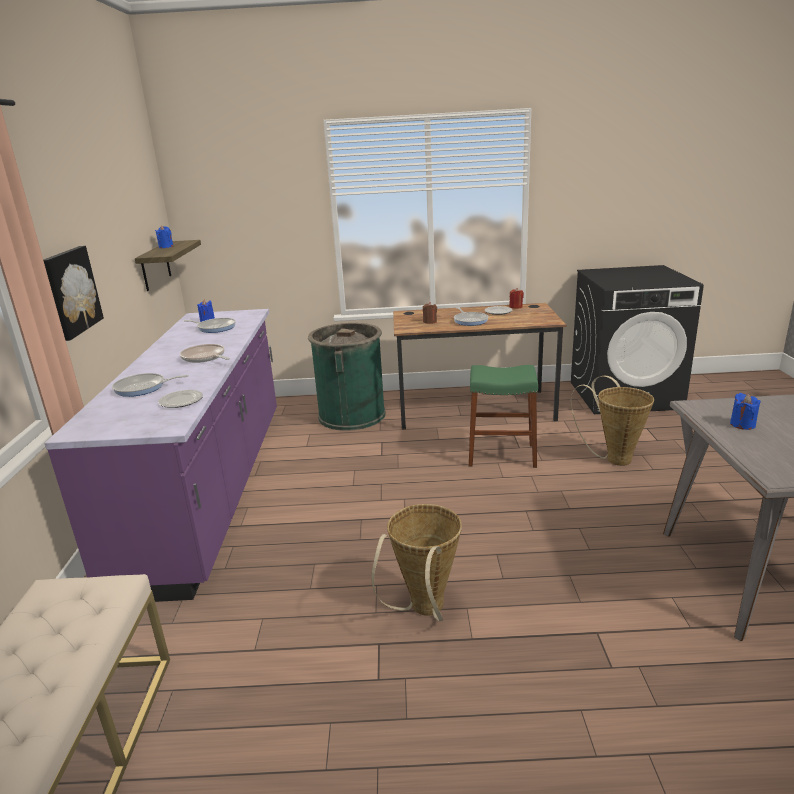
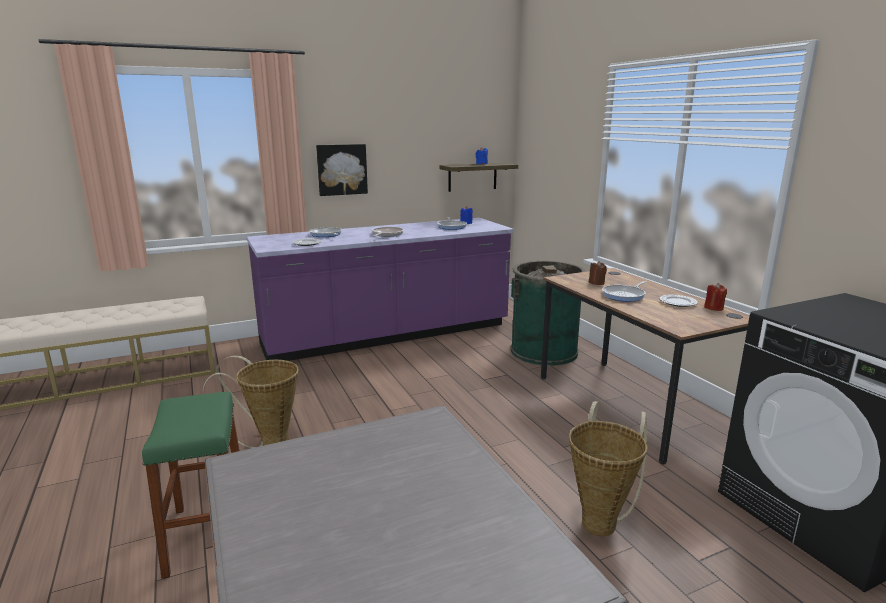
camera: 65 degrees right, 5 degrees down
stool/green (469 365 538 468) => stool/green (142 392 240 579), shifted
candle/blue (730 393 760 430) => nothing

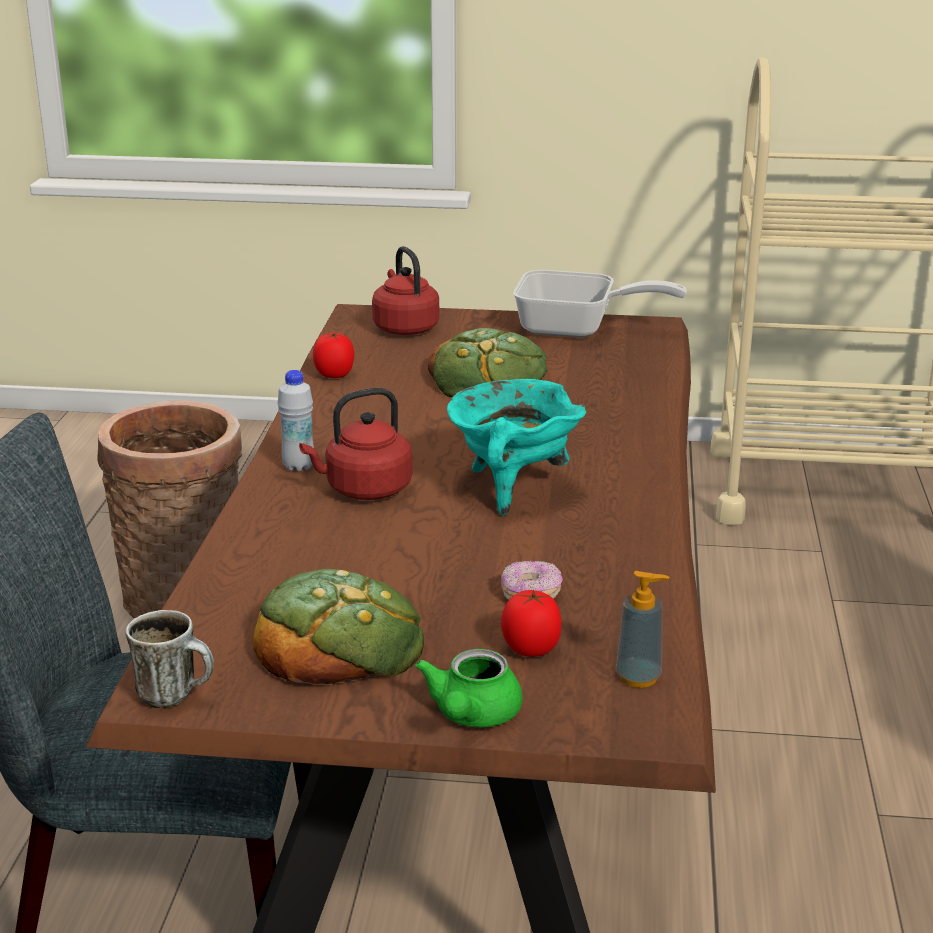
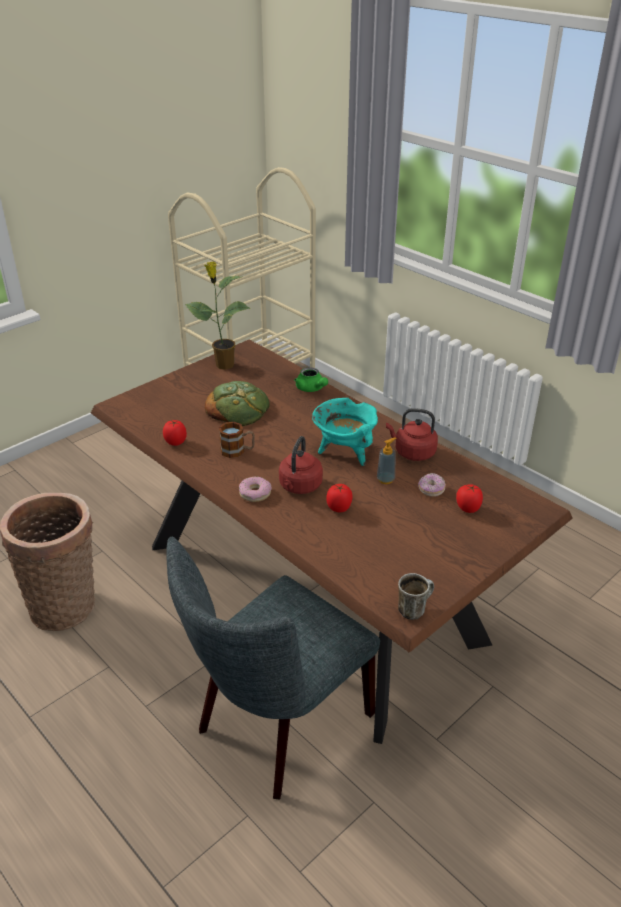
camera: 50 degrees left, 10 degrees up
frying pan (513 270 687 338) => potted plant (185 261 250 370)
nothing => mug (219 421 255 458)
bottle/white (277 370 314 472) => donut (239 476 272 502)
teapot/green (415 649 523 727) => teapot/green (294 367 328 392), shifted
nothing => tomato (326 484 353 513)
soap dispenser (616 571 669 688) => soap dispenser (377 437 396 484), shifted
kettle/red (372 246 439 335) => kettle/red (386 408 438 461), shifted
bread (253 569 424 685) => nothing

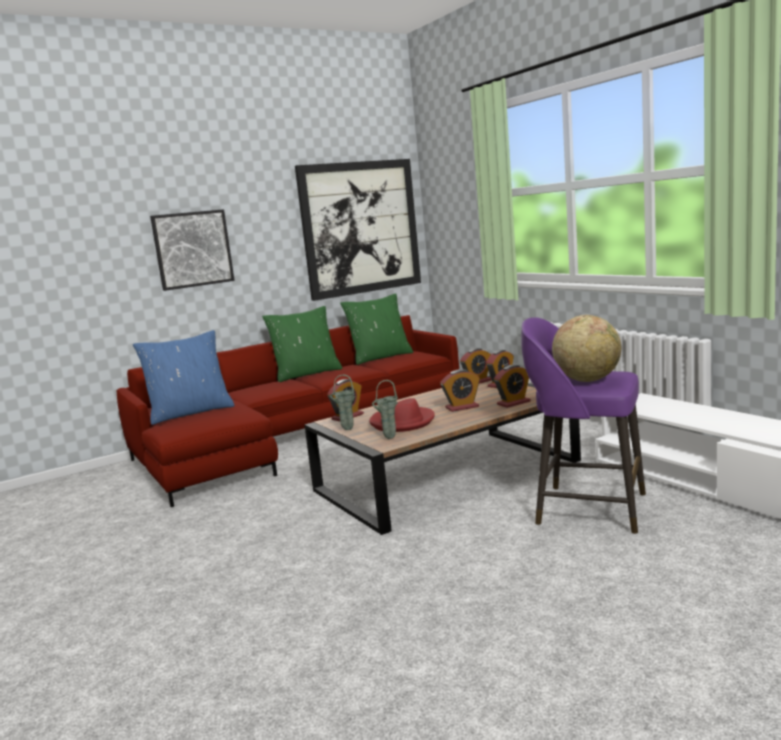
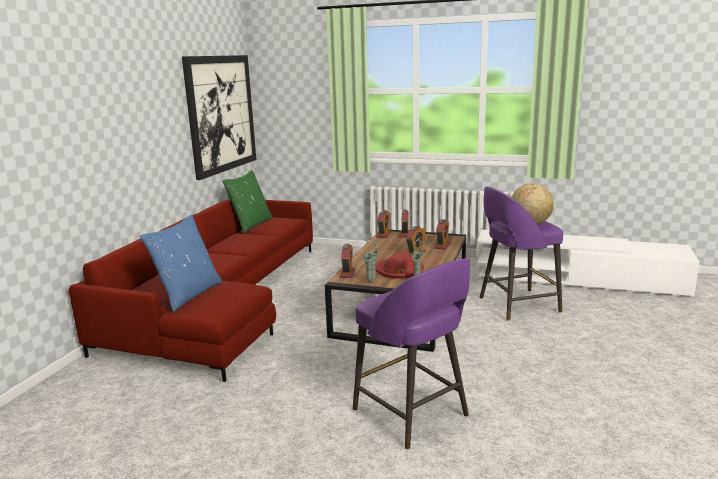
camera: 40 degrees left, 5 degrees up
nothing => stool/purple (353 258 470 449)
picture (150 209 235 291) => nothing
pillow/green (262 306 343 382) => nothing

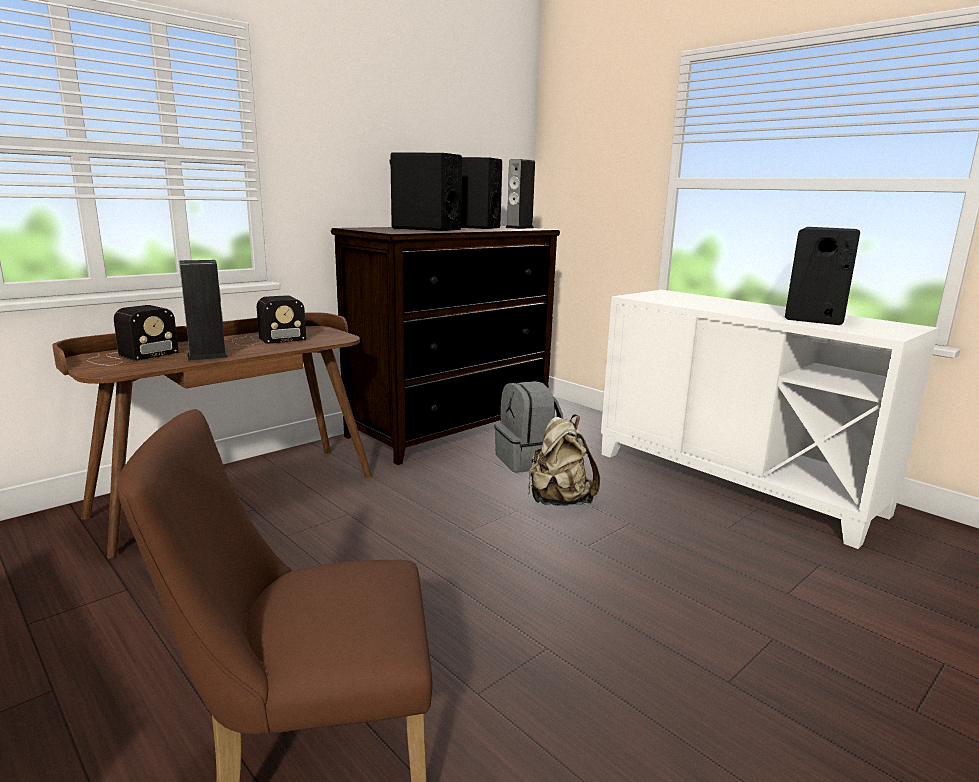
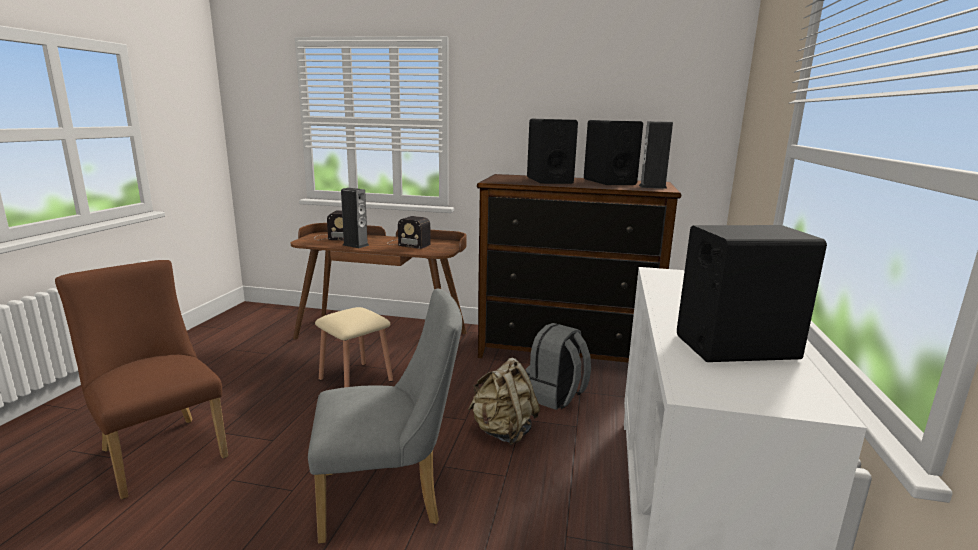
camera: 55 degrees right, 0 degrees up
nothing => chair/grey (308 288 462 544)
nothing => stool/beige (315 307 393 388)

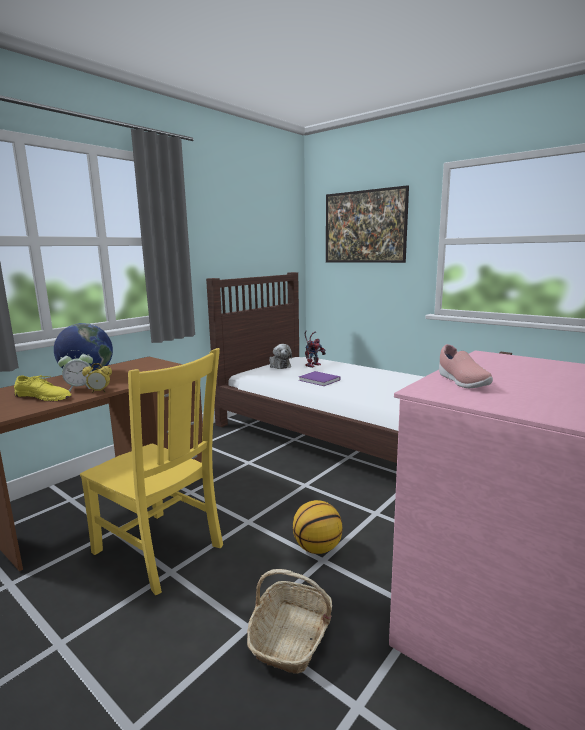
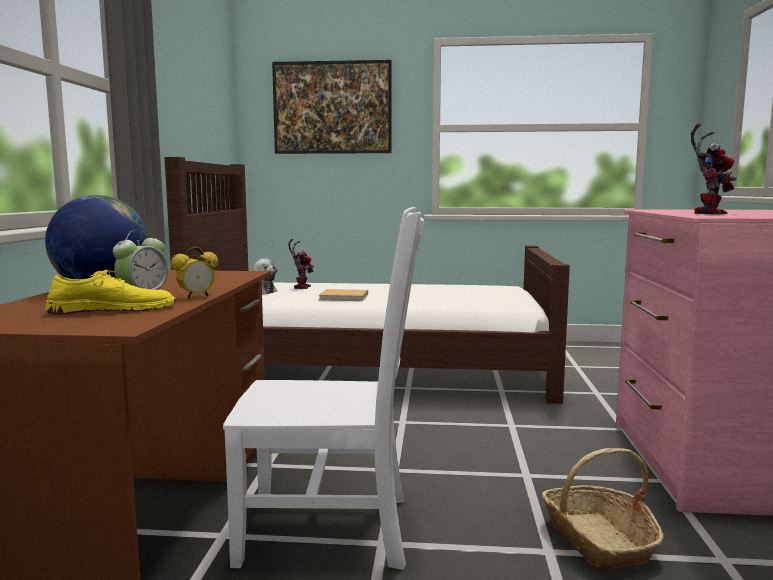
camera: 35 degrees left, 5 degrees down
chair/yellow (80 348 223 595) => chair/white (223 207 424 570)
book/purple (299 371 340 386) => book/beige (319 289 368 301)
shoe/pink (439 344 493 388) => toy robot (691 123 737 215)
basketball (293 500 342 554) => nothing

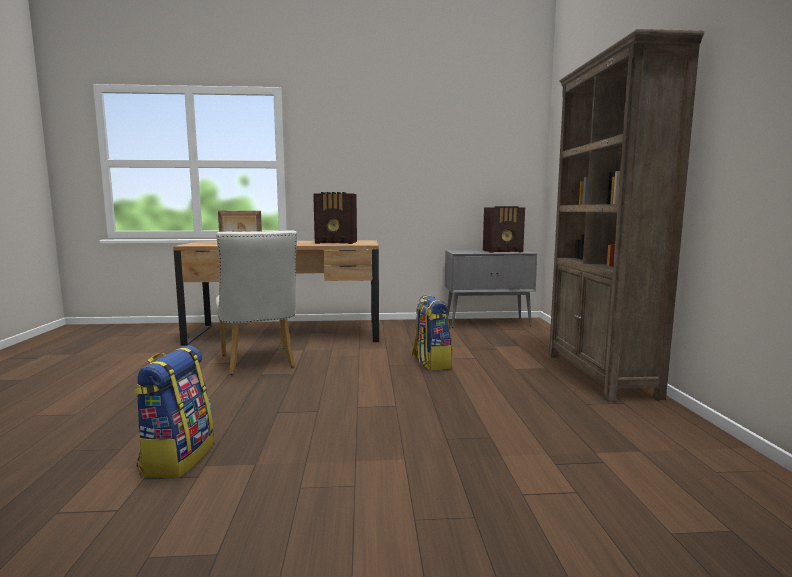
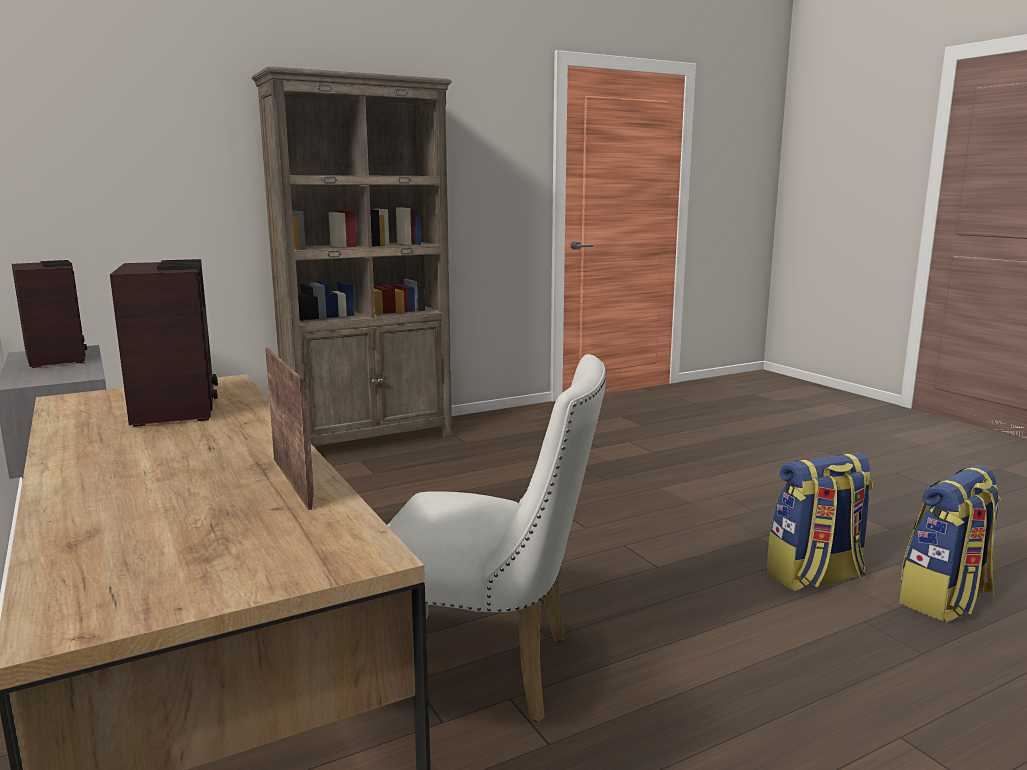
camera: 115 degrees left, 5 degrees up
chair/white (216 231 297 375) => chair/white (387 354 606 722), 60 degrees clockwise
backpack (412 295 452 371) => backpack (899 465 1001 622), shifted

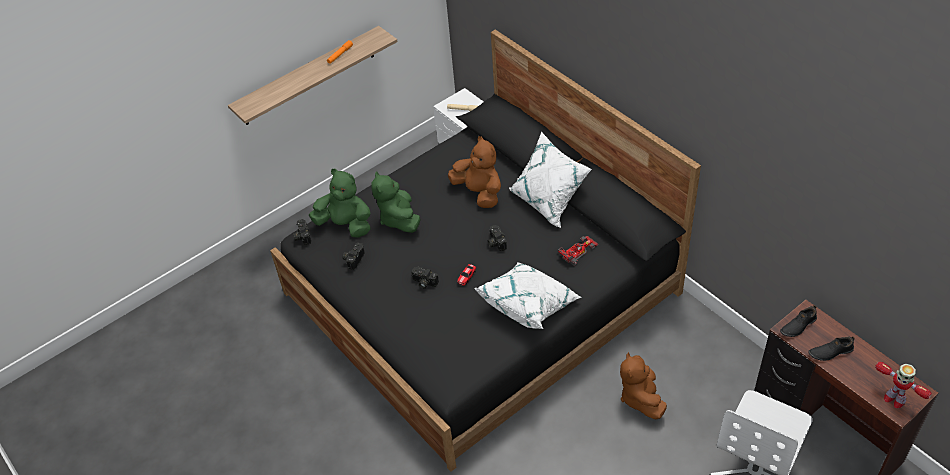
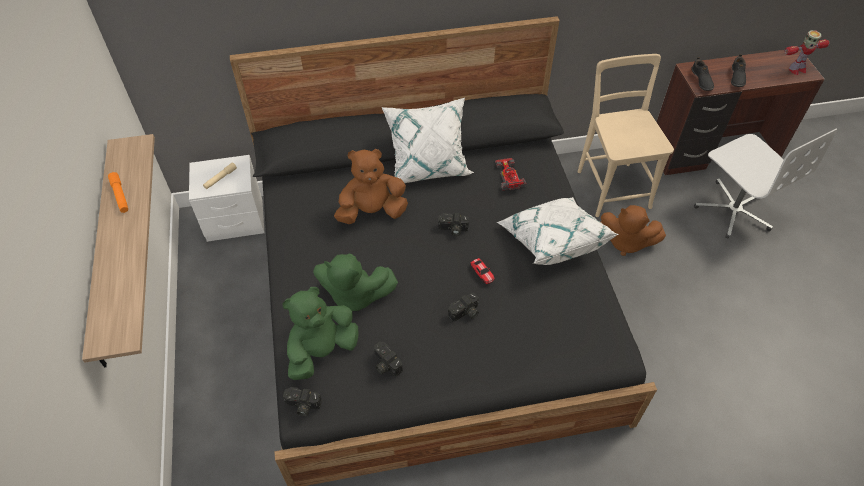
camera: 65 degrees left, 5 degrees up
nothing => chair/beige (578 54 674 217)

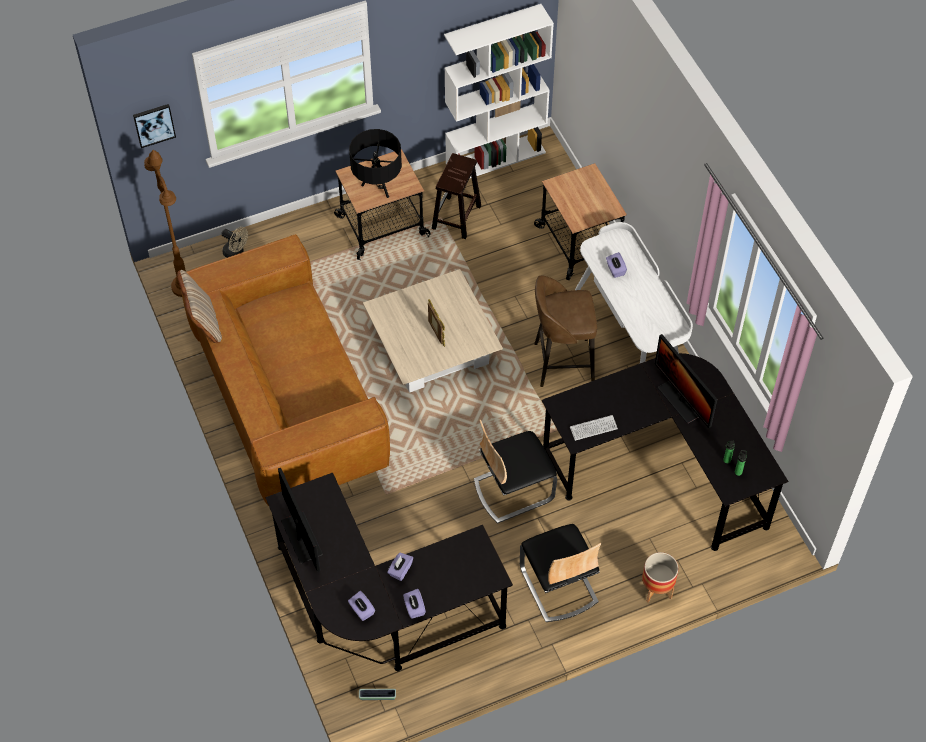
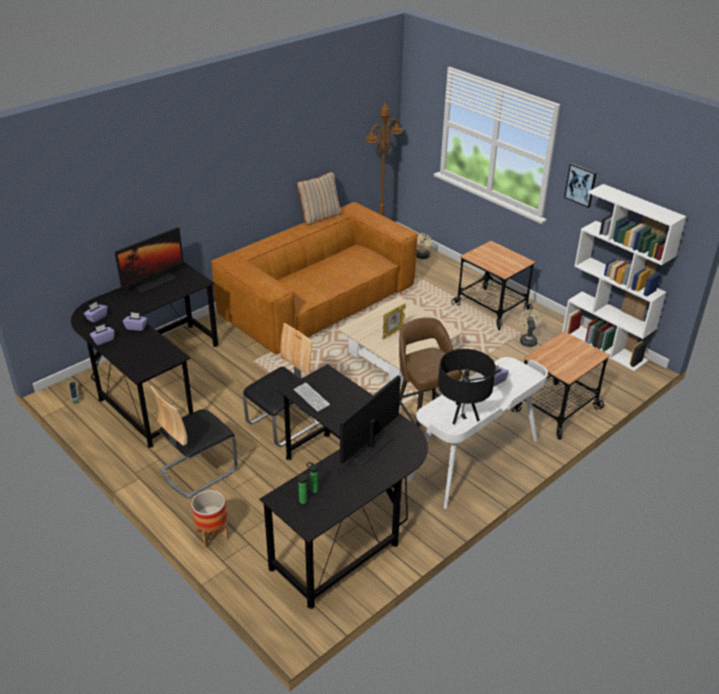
camera: 70 degrees right, 20 degrees down
chair (474 420 557 524) => chair (243 323 319 447), 90 degrees clockwise
table lamp/black (349 129 402 198) => table lamp/black (438 349 496 424), shifted
stool/brown (432 153 481 239) => fan/beige (519 309 542 347)
picture (133 104 176 148) => picture (564 163 596 208), shifted

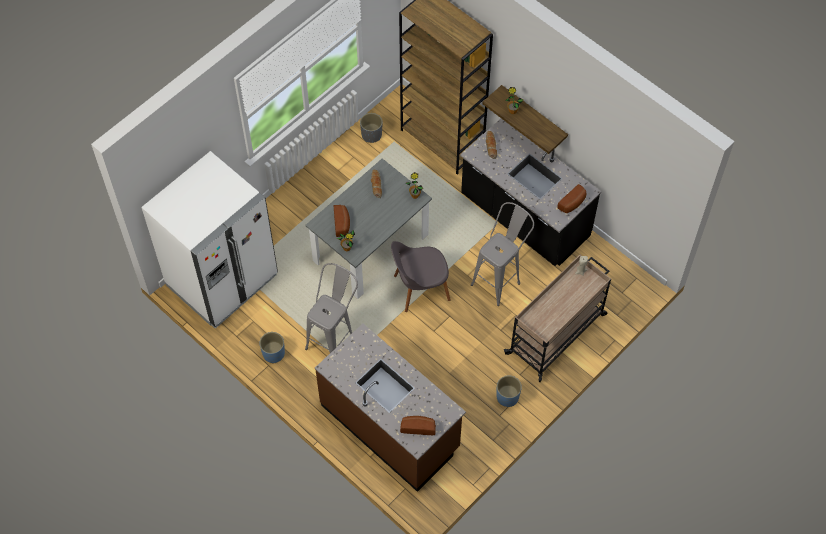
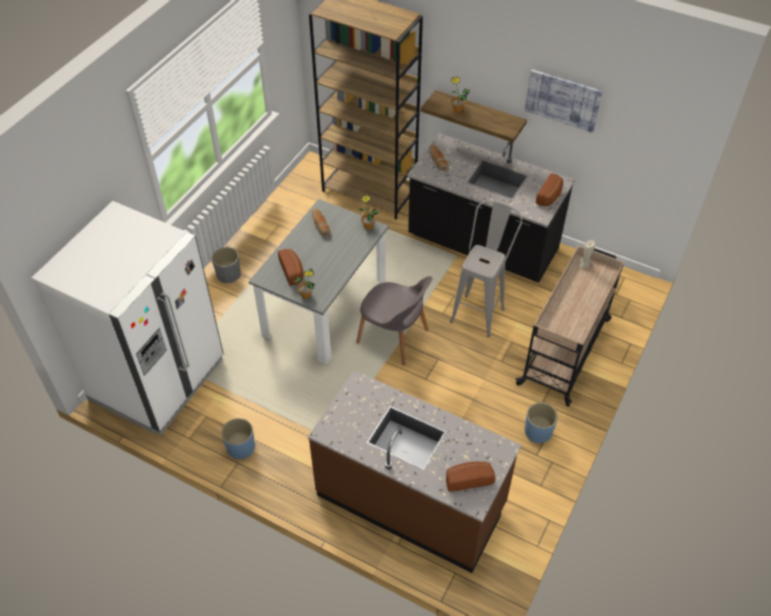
camera: 15 degrees left, 10 degrees down
planter/grey (360 113 382 143) => planter/grey (212 247 241 284), shifted
chair/grey (391 241 451 312) => chair/grey (356 276 432 365), 120 degrees counterclockwise
nothing => picture (525 69 603 133)
stool/grey (305 263 358 353) => nothing

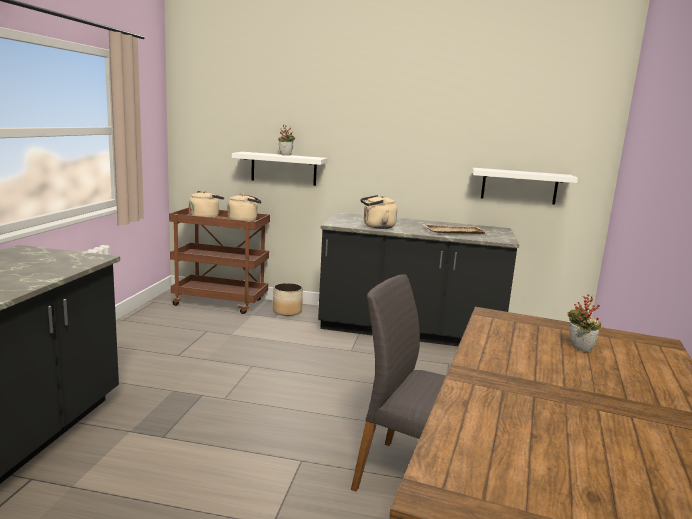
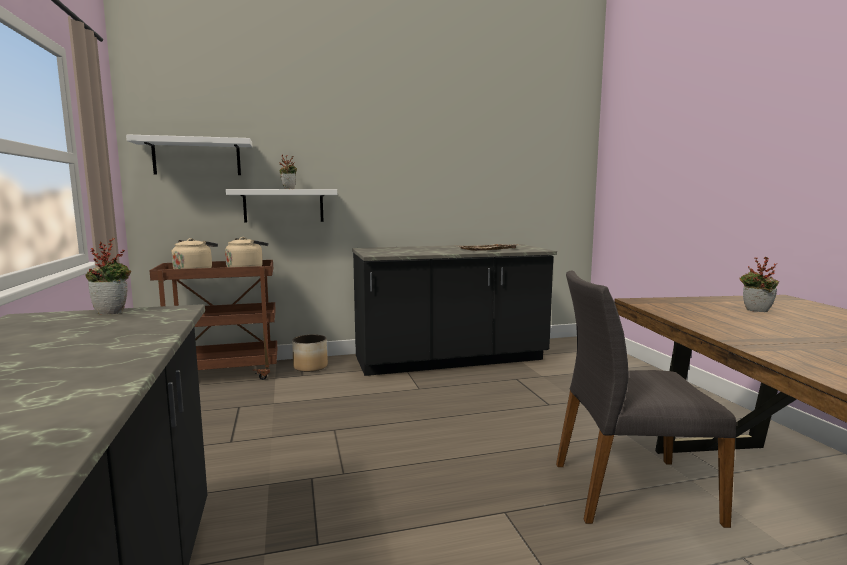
camera: 25 degrees left, 5 degrees down
nothing => potted plant (86 238 131 314)
shelf/white (472 168 578 204) => shelf/white (126 134 252 175), shifted
kettle/beige (360 195 397 229) => nothing

